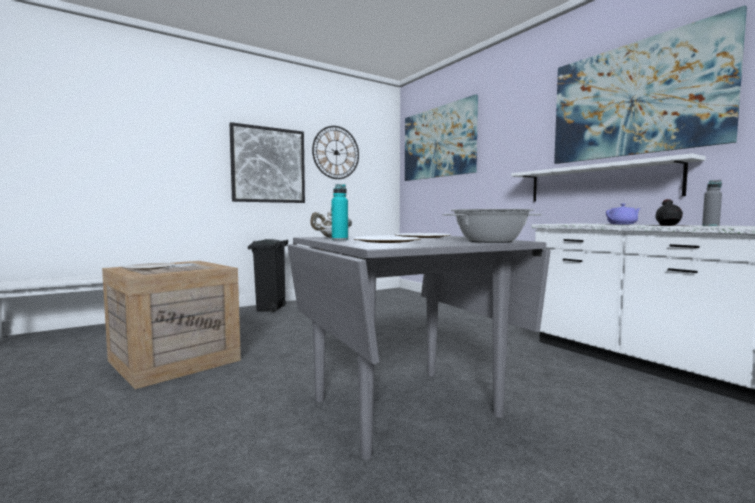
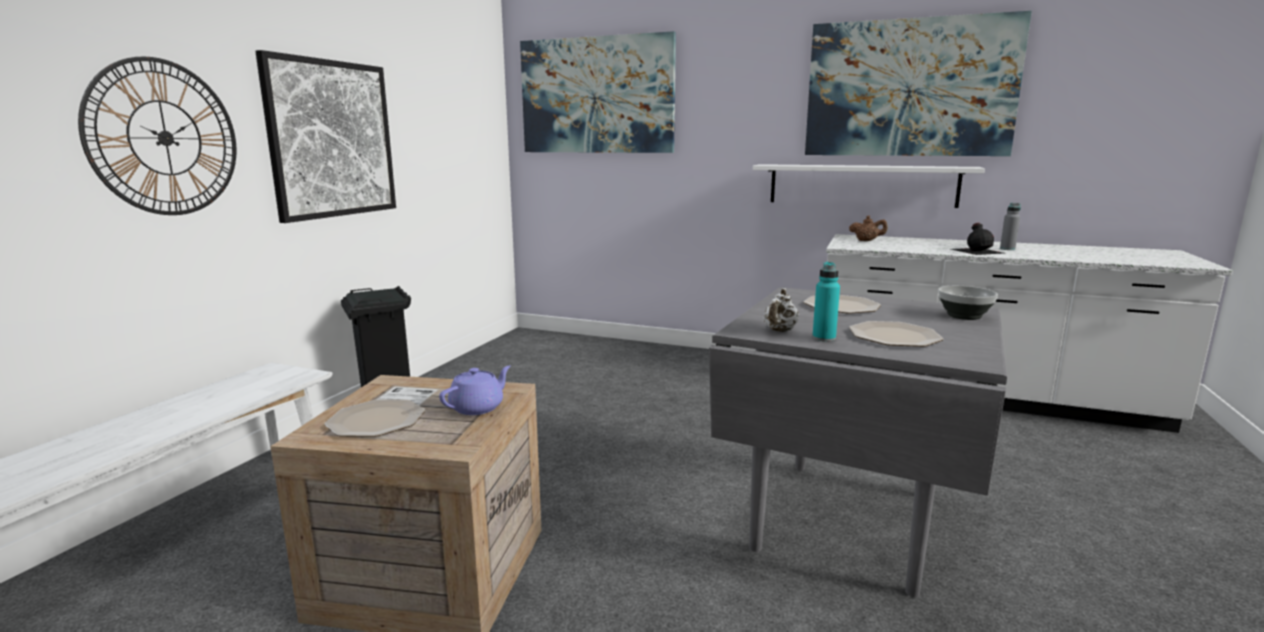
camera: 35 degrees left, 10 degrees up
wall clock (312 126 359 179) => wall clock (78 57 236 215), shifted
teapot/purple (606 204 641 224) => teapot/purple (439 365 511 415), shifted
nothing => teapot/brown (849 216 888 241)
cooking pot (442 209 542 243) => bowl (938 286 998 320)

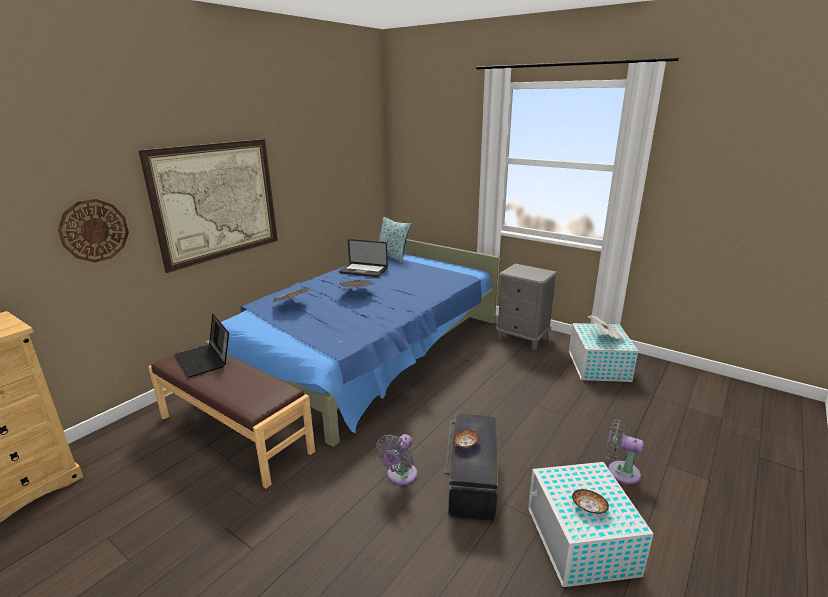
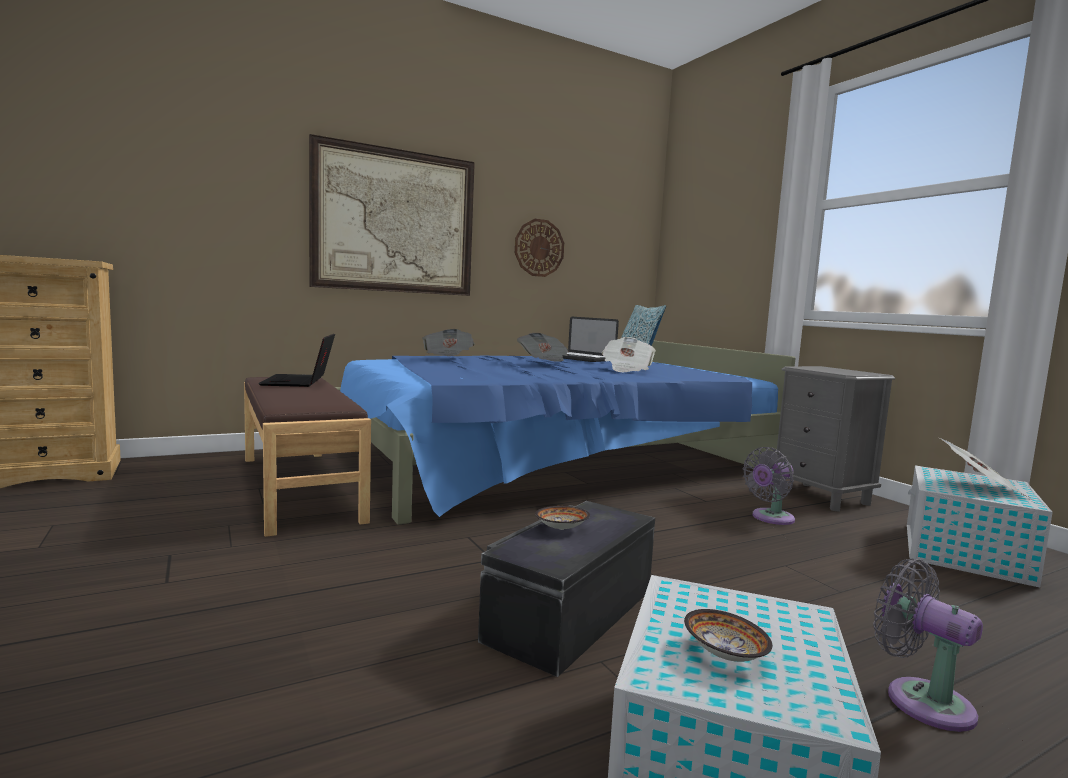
camera: 25 degrees right, 15 degrees down
wall clock (58 199 129 262) => wall clock (515 219 564 277), shifted
nothing => newspaper (602 337 656 372)
fan/grey (376 434 417 485) => fan/grey (743 447 795 525), shifted

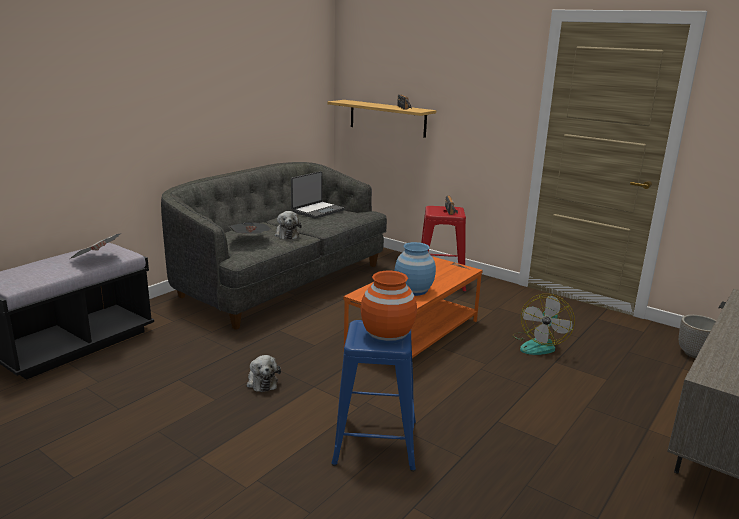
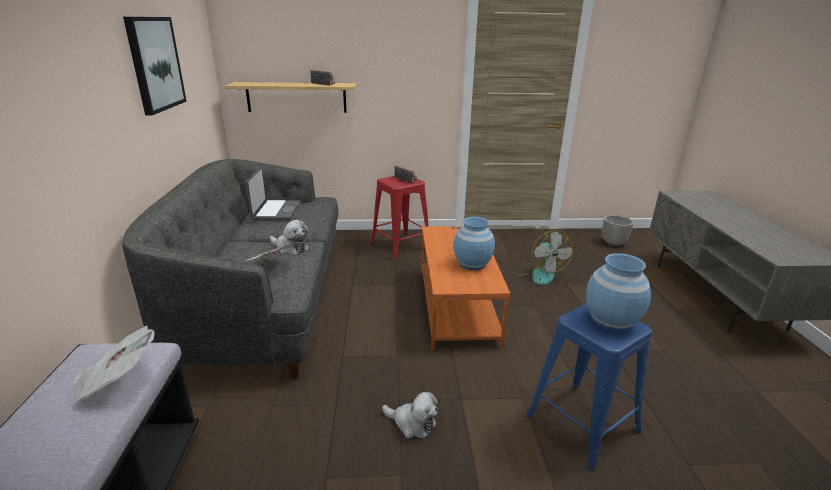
camera: 40 degrees left, 5 degrees up
nothing => picture (123 17 187 115)
vase/orange (361 271 417 344) => vase/blue (586 253 651 331)

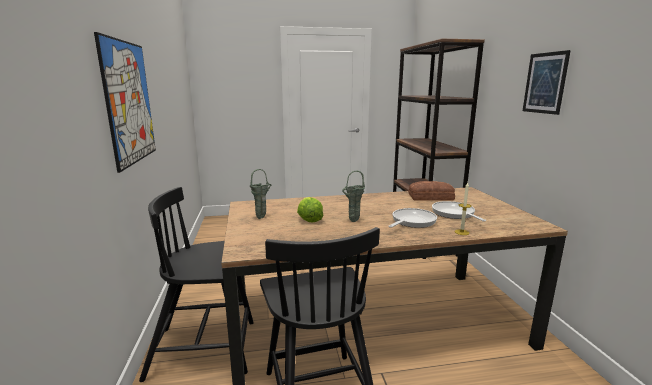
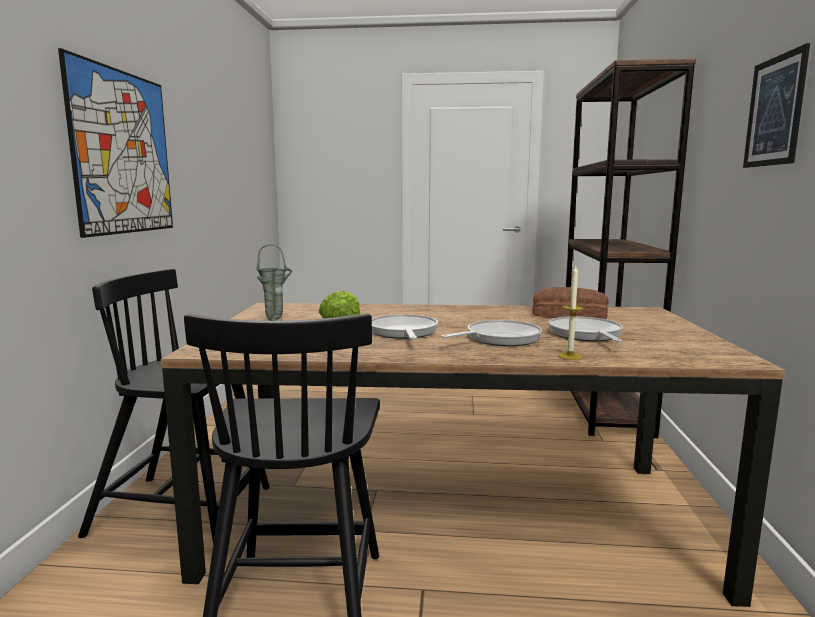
camera: 15 degrees right, 5 degrees down
vase/green (342 171 365 222) => frying pan (372 314 438 339)

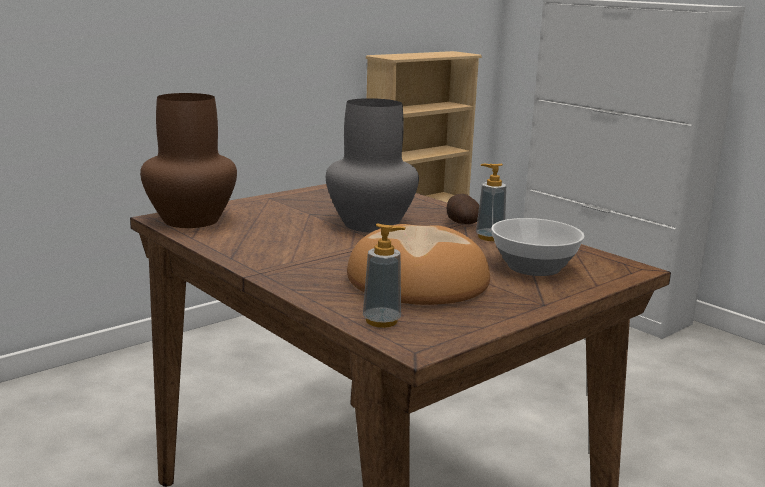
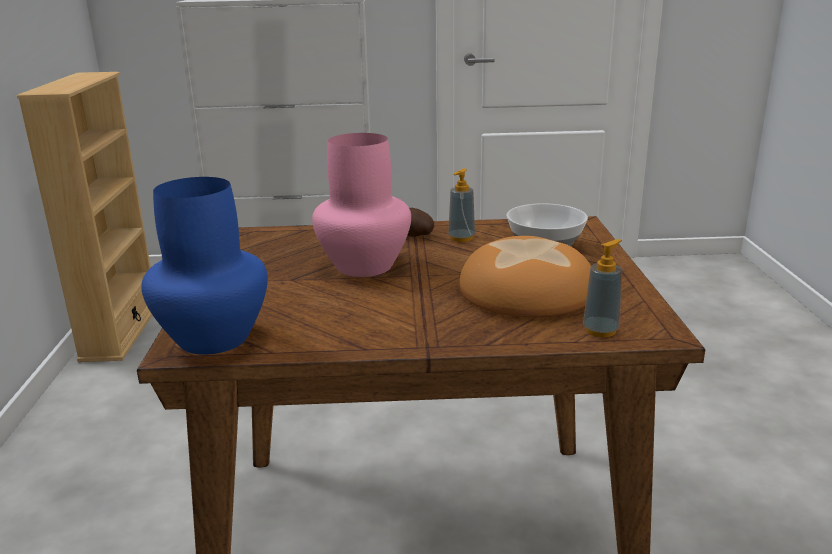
camera: 50 degrees left, 5 degrees up
vase/brown (140 93 237 228) => vase/blue (141 177 268 355)
vase/grey (326 98 419 233) => vase/pink (312 133 411 277)

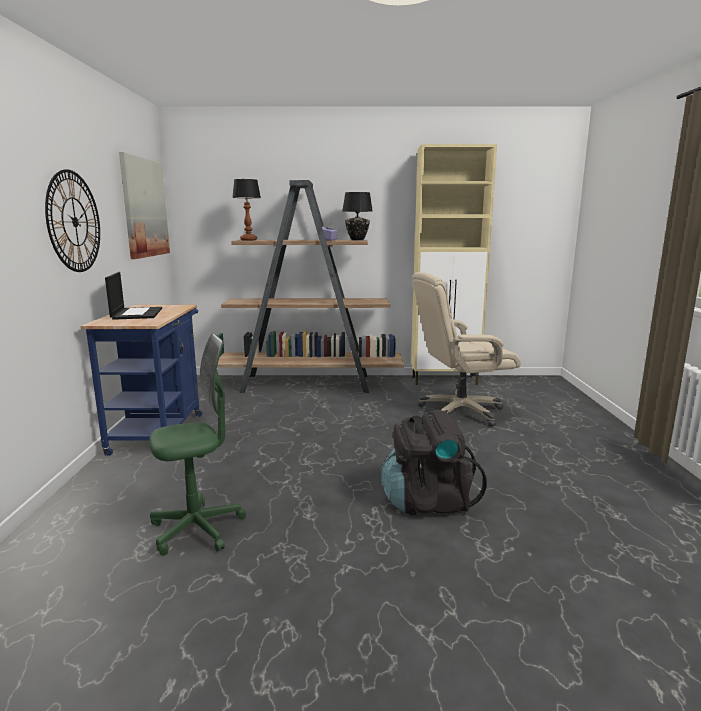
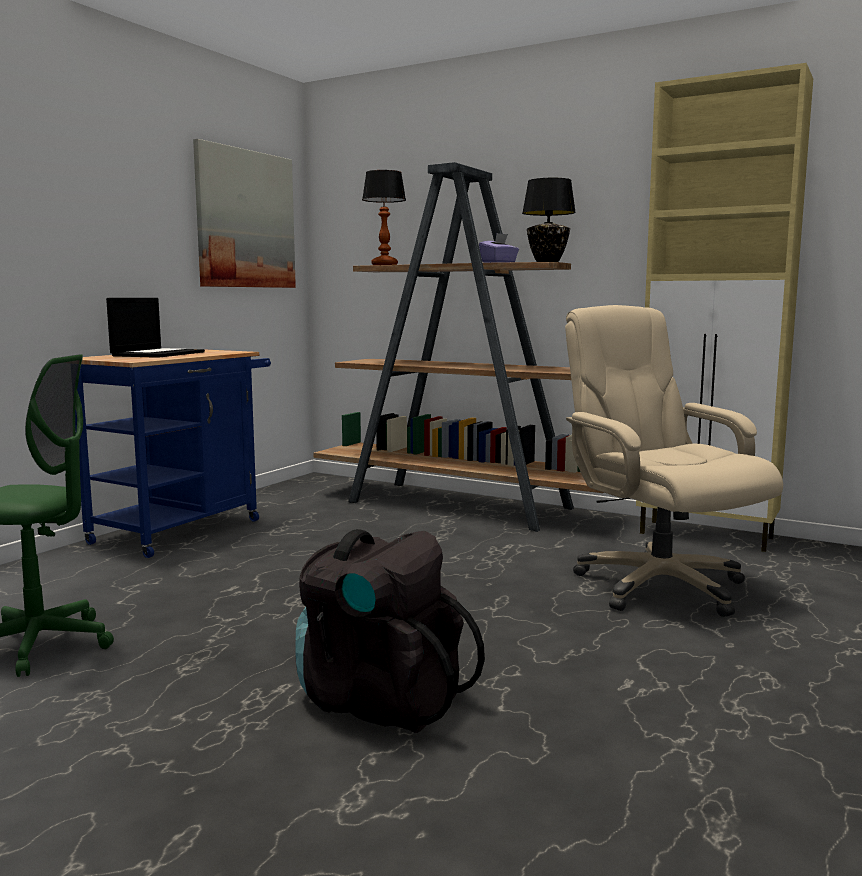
camera: 30 degrees right, 5 degrees down
office chair/beige (412 272 521 426) => office chair/beige (565 305 783 617), 45 degrees clockwise
wall clock (45 169 100 272) => nothing

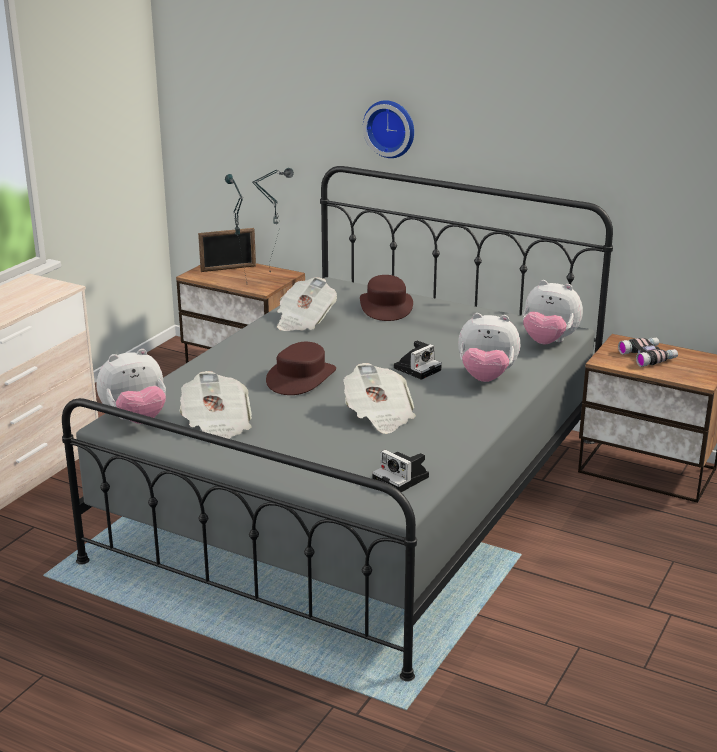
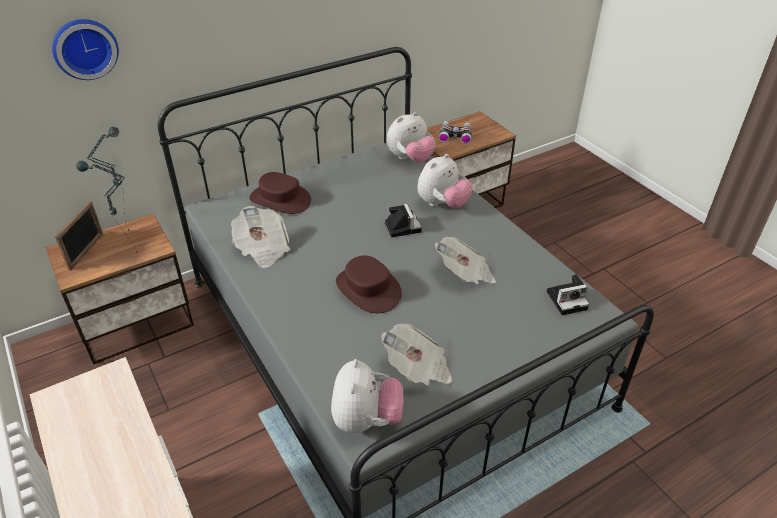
camera: 60 degrees left, 15 degrees up
wall clock (363 100 414 158) => wall clock (52 19 119 80), shifted

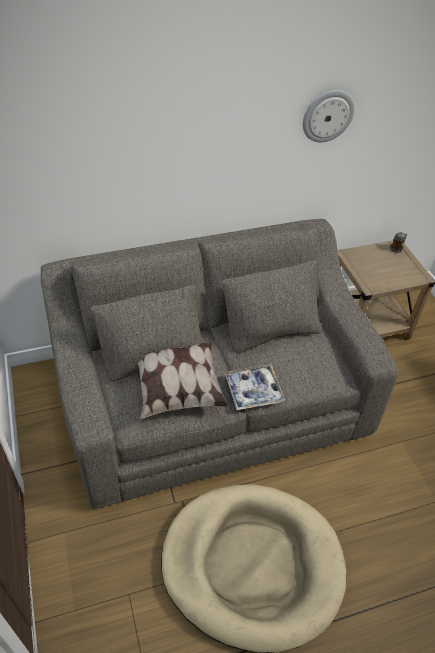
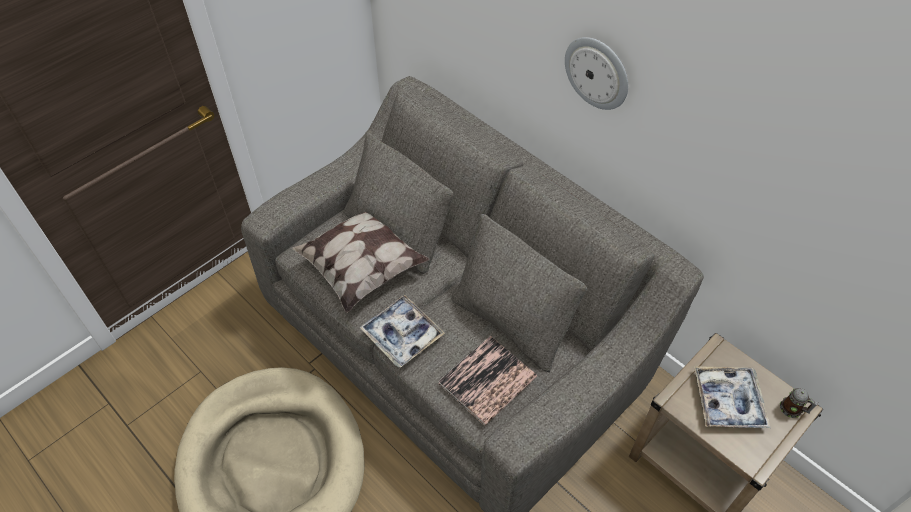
camera: 65 degrees right, 5 degrees up
nothing => book (438 336 537 426)
wall clock (303 90 355 142) => wall clock (565 37 628 110), shifted
nothing => tray (694 366 770 428)

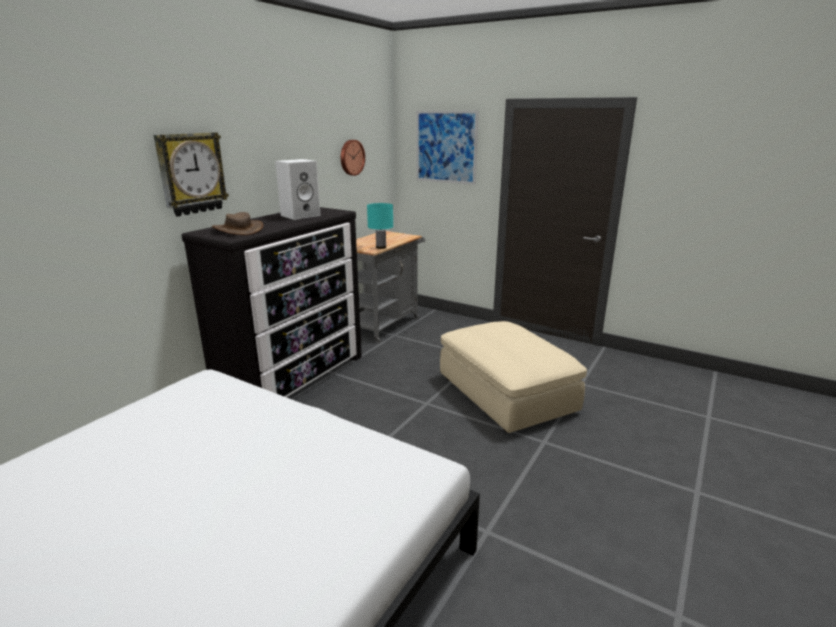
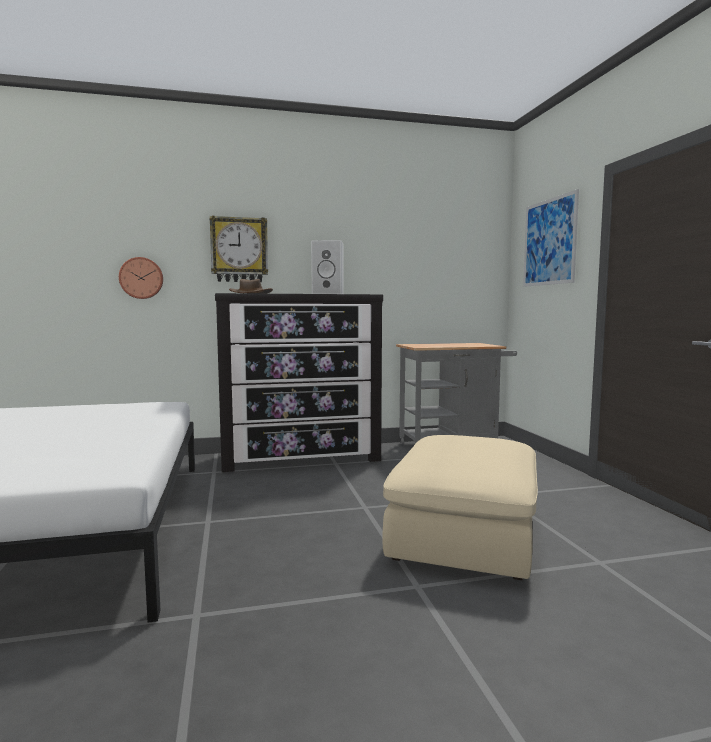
camera: 45 degrees right, 15 degrees down
wall clock (341 140 365 176) => wall clock (119 257 163 299), shifted
table lamp/turquoise (367 203 393 249) => nothing

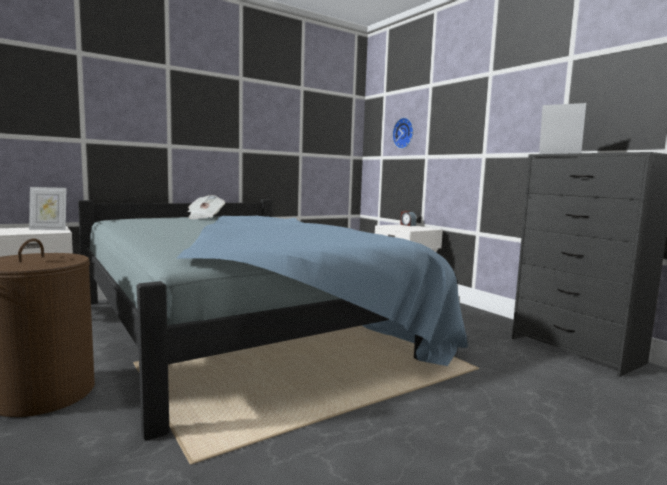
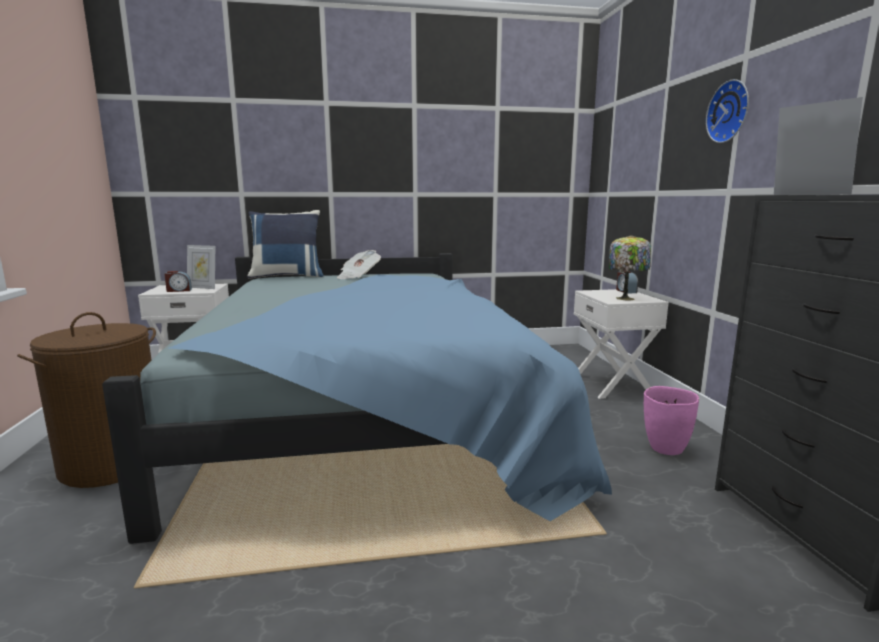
camera: 25 degrees right, 5 degrees up
nothing => alarm clock (164 271 192 292)
nothing => pillow/blue (247 210 324 279)
nothing => table lamp (609 235 651 300)
nothing => vase/pink (644 386 699 455)
wall clock (392 117 414 149) => wall clock (706 79 749 143), shifted

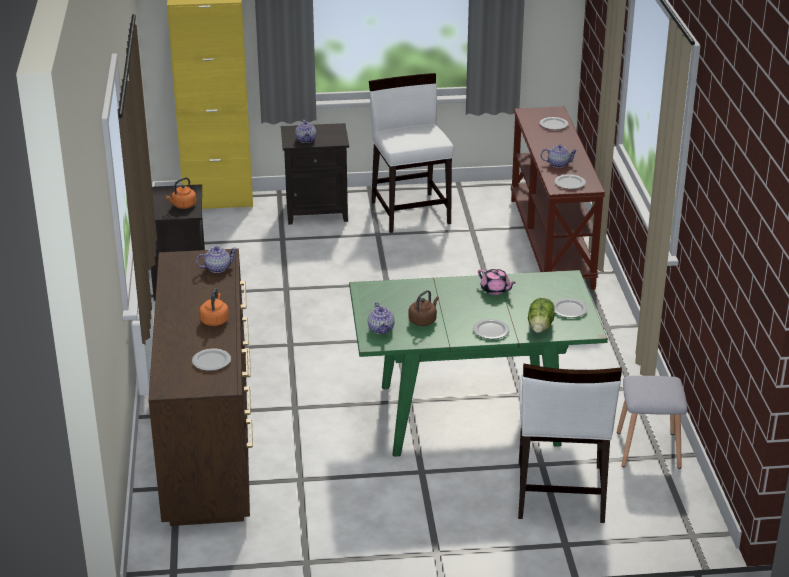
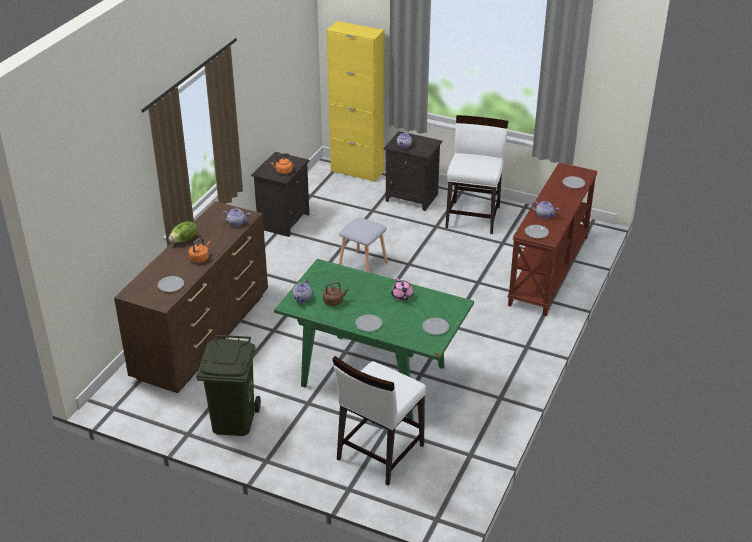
camera: 30 degrees right, 5 degrees up
lettuce (528 298 555 333) => lettuce (169 221 197 243), shifted
nothing => trash can/green (196 335 261 436)
stool/grey (617 376 687 469) => stool/grey (339 217 387 272), shifted

